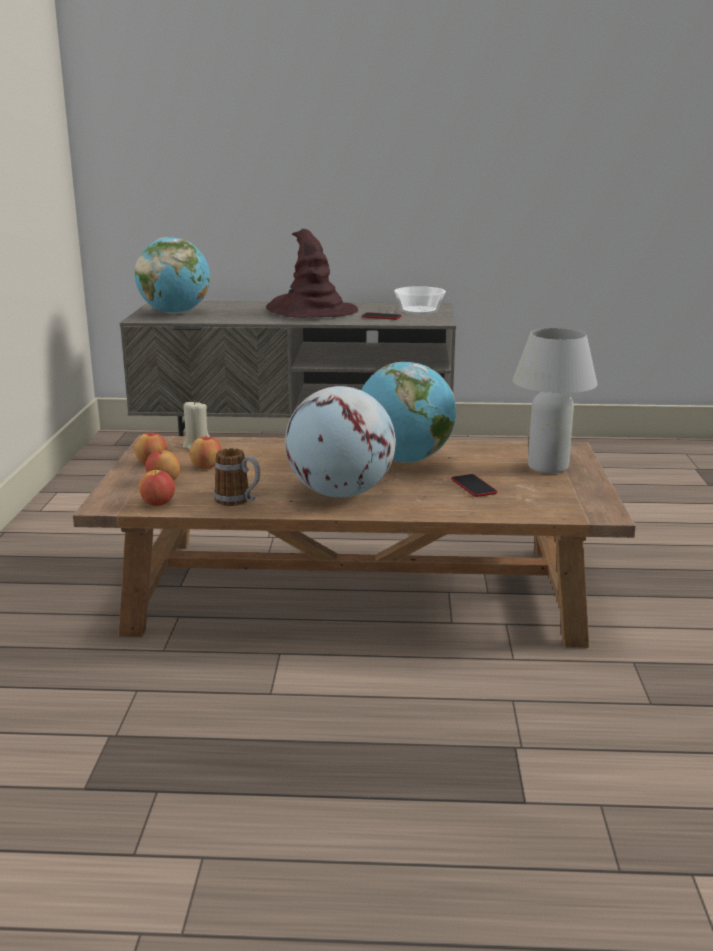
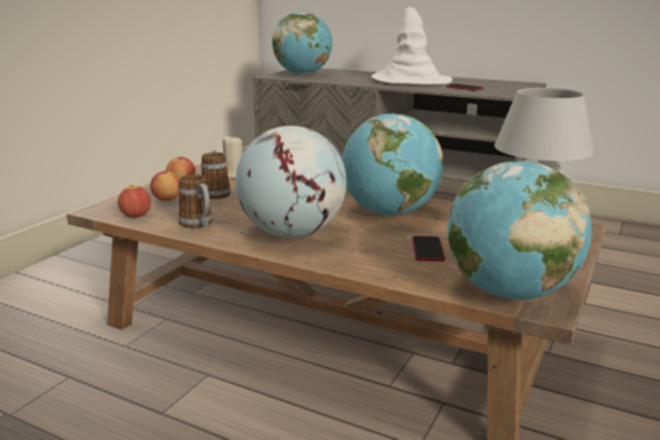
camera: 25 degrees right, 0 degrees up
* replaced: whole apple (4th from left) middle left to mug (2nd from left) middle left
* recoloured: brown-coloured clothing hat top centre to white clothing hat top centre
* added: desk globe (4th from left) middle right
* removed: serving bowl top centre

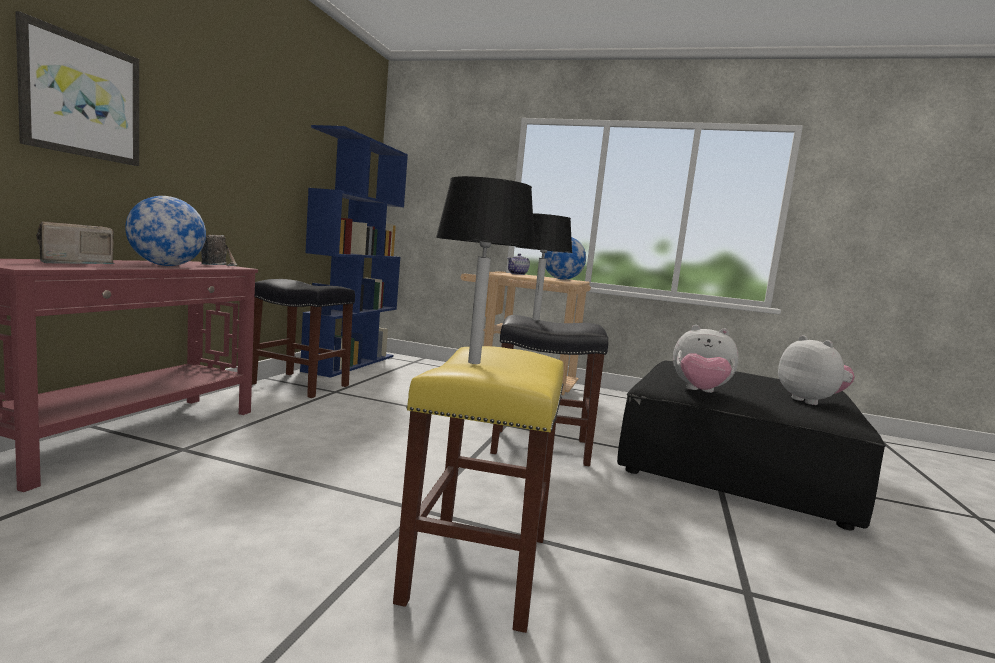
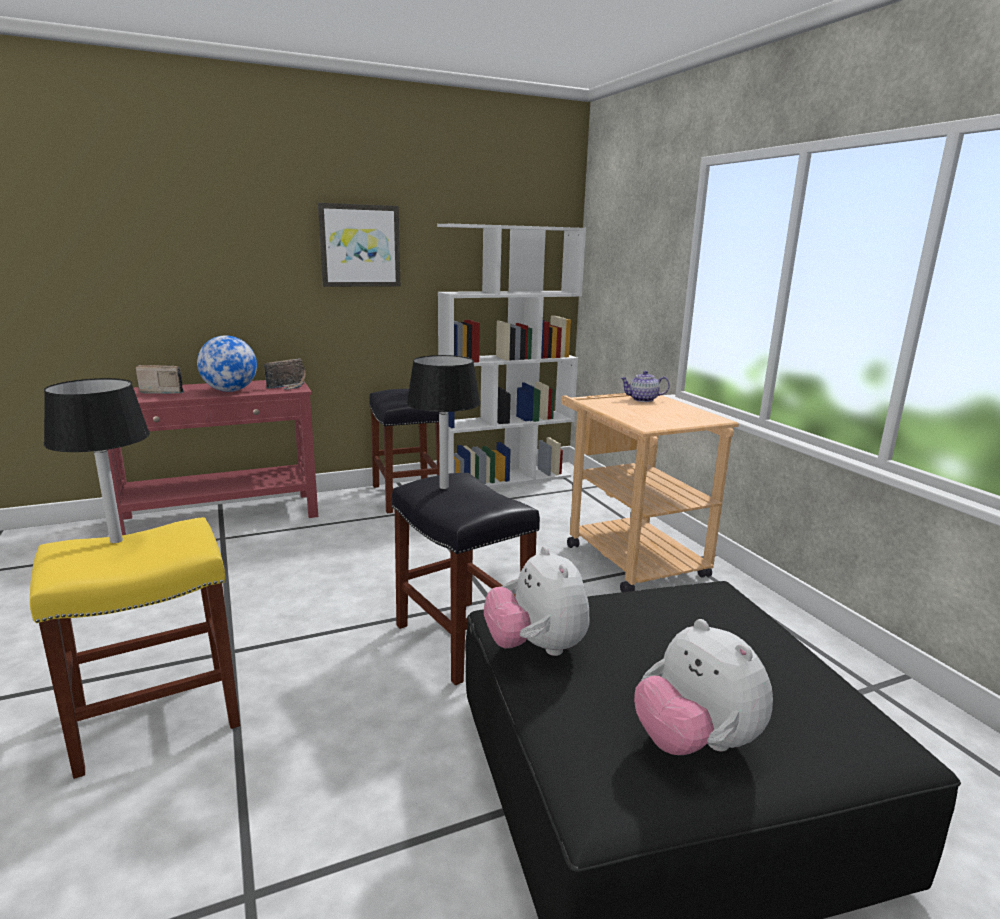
camera: 50 degrees right, 10 degrees up
* moved: wall picture top left to top centre
* recoloured: bluish shelving unit centre to white shelving unit centre
* turned: plush toy (2nd from left) middle right = bottom right 120 degrees clockwise
* removed: desk globe (2nd from left) centre

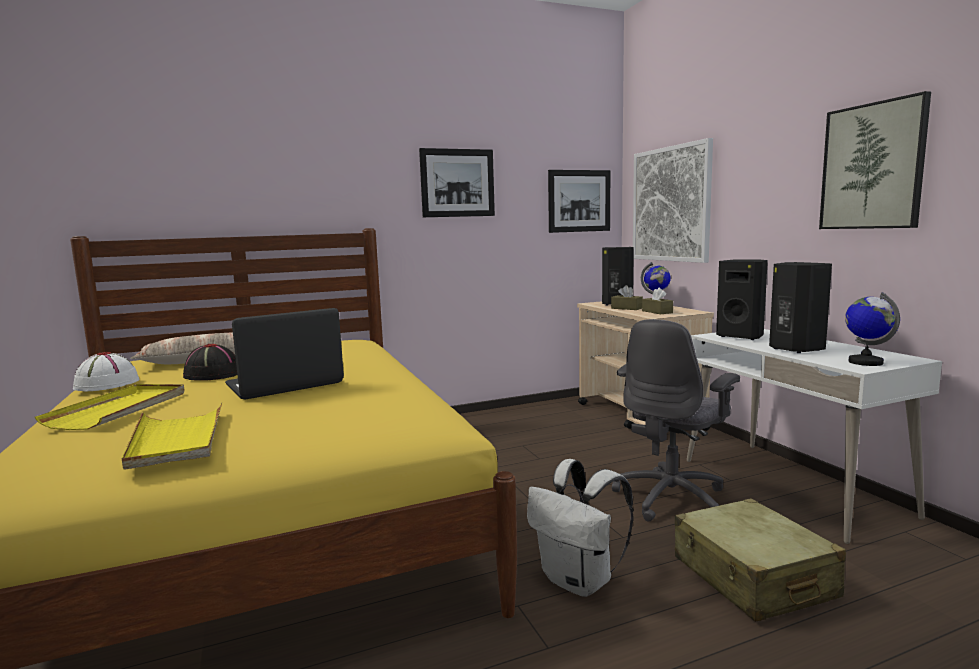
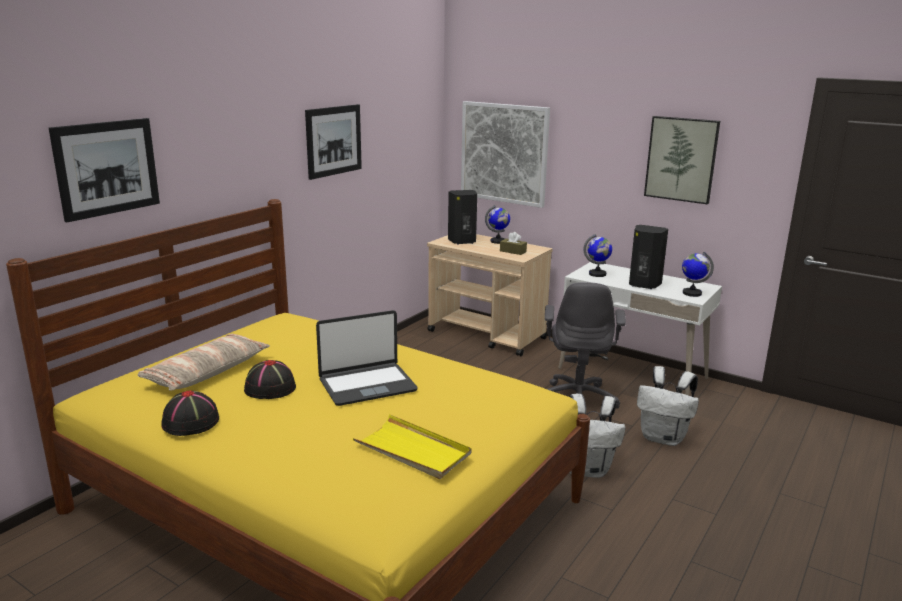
camera: 35 degrees left, 10 degrees up
* moved: wall picture (2nd from left in the first image) top centre to wall picture (1st from left) top left
* recoloured: white clothing hat middle left to black clothing hat (1st from left) bottom left
* turned: portable computer middle left = centre 135 degrees counterclockwise
* replaced: black speaker (2nd from left) middle right to desk globe (2nd from left) centre
* replaced: sand-coloured suitcase bottom right to white knapsack (2nd from left) bottom right
* removed: yellow serving tray (1st from left) middle left
* removed: brown-coloured tissue holder (1st from left) centre

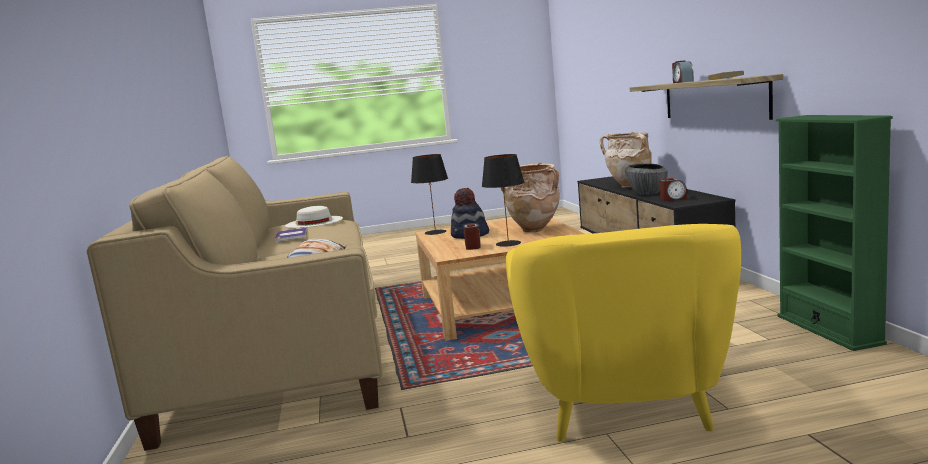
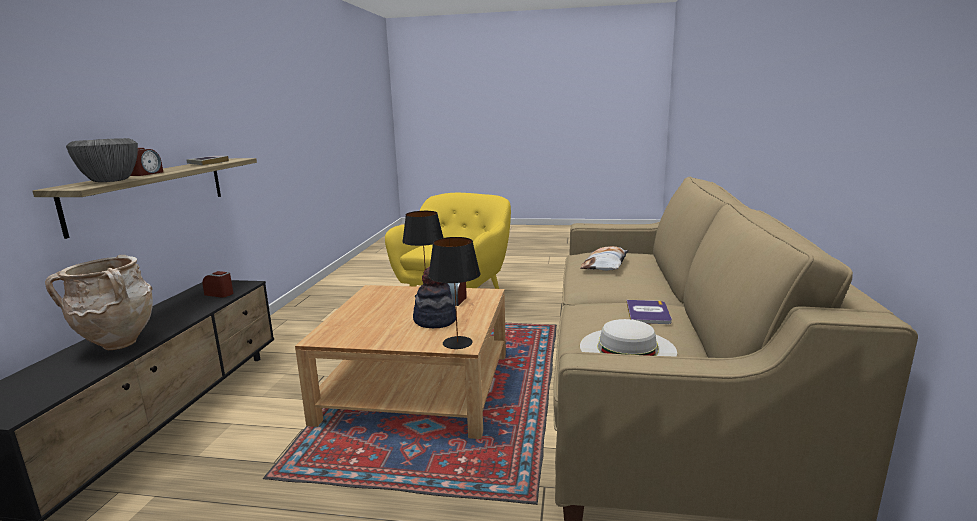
camera: 160 degrees left, 5 degrees up
* moved: serving bowl middle right to top left
* removed: sand-coloured vase (1st from left) centre
* removed: green-coloured shelving unit middle right

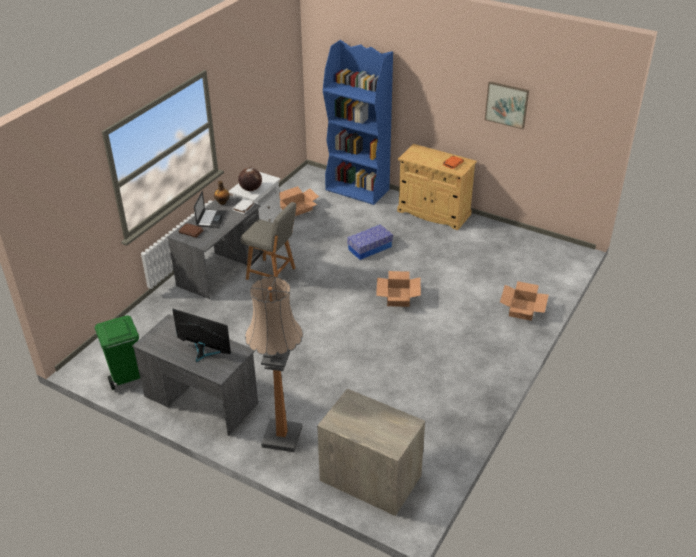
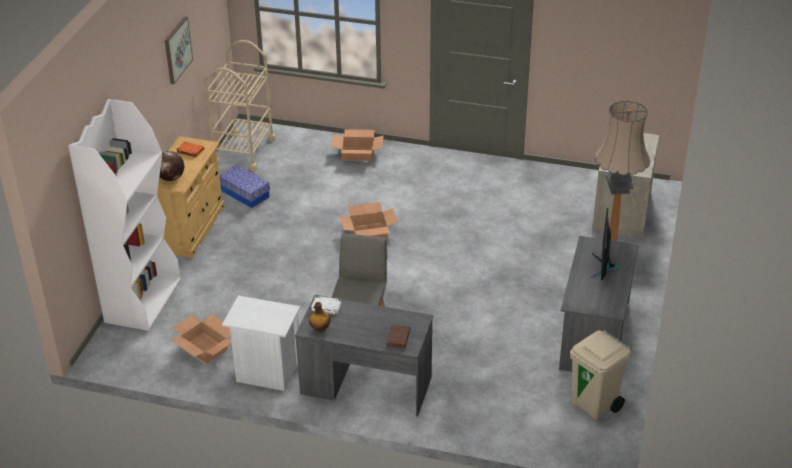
camera: 105 degrees left, 0 degrees up
* recoloured: bluish shelving unit top centre to white shelving unit middle left
* moved: desk globe top centre to middle left
* added: sand-coloured cart top left
* moved: storage container centre to middle left
* recoloured: green-coloured waste bin middle left to sand-coloured waste bin bottom right
* removed: portable computer middle left

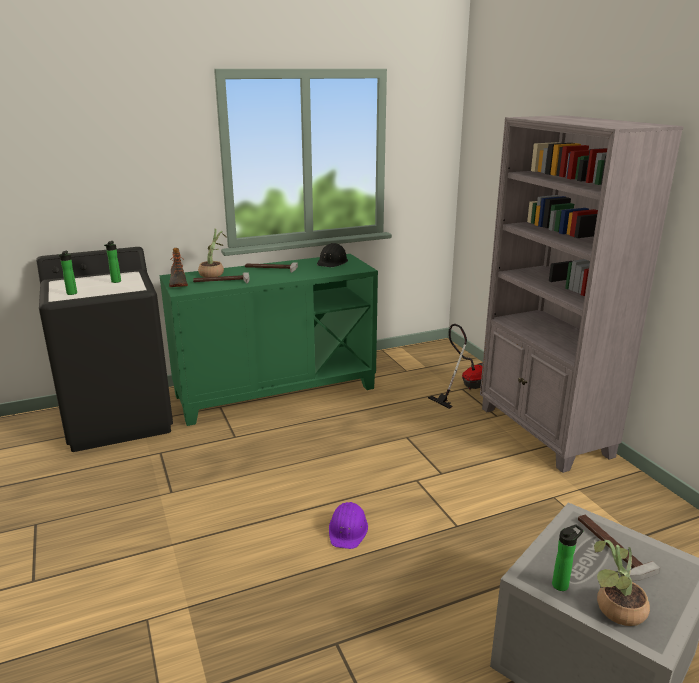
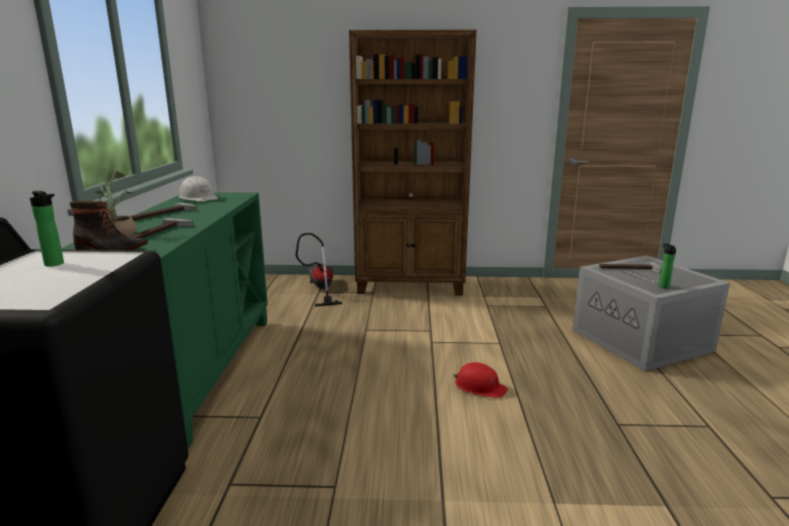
camera: 65 degrees left, 5 degrees down
* recoloured: black safety helmet centre to white safety helmet middle left
* recoloured: grey shelving unit middle right to brown-coloured shelving unit top centre
* recoloured: purplish safety helmet bottom centre to reddish safety helmet bottom centre
* removed: beverage bottle (1st from left) middle left
* removed: potted plant (2nd from left) bottom right

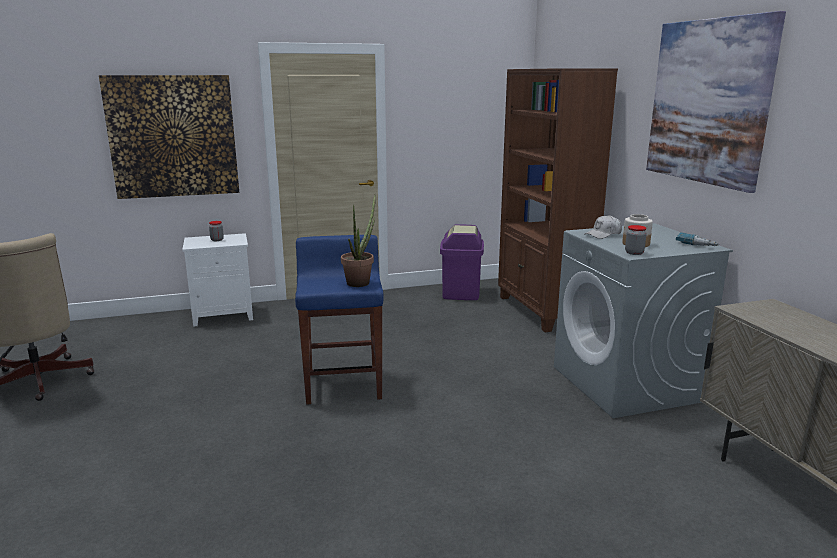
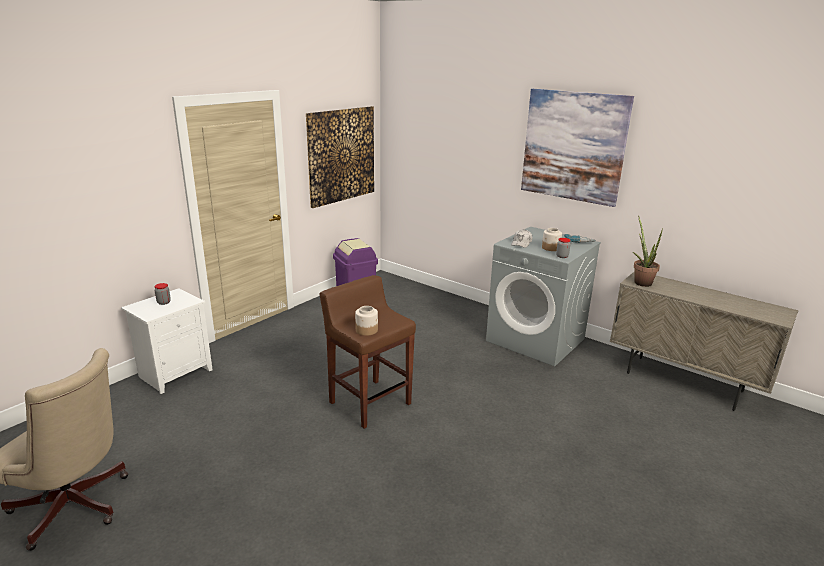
camera: 35 degrees left, 5 degrees up
* moved: wall picture (1st from left) top left to top centre
* recoloured: bluish sitting stool centre to brown-coloured sitting stool centre
* added: preserve jar (2nd from left) centre
* moved: potted plant centre to middle right
* removed: brown-coloured shelving unit middle right

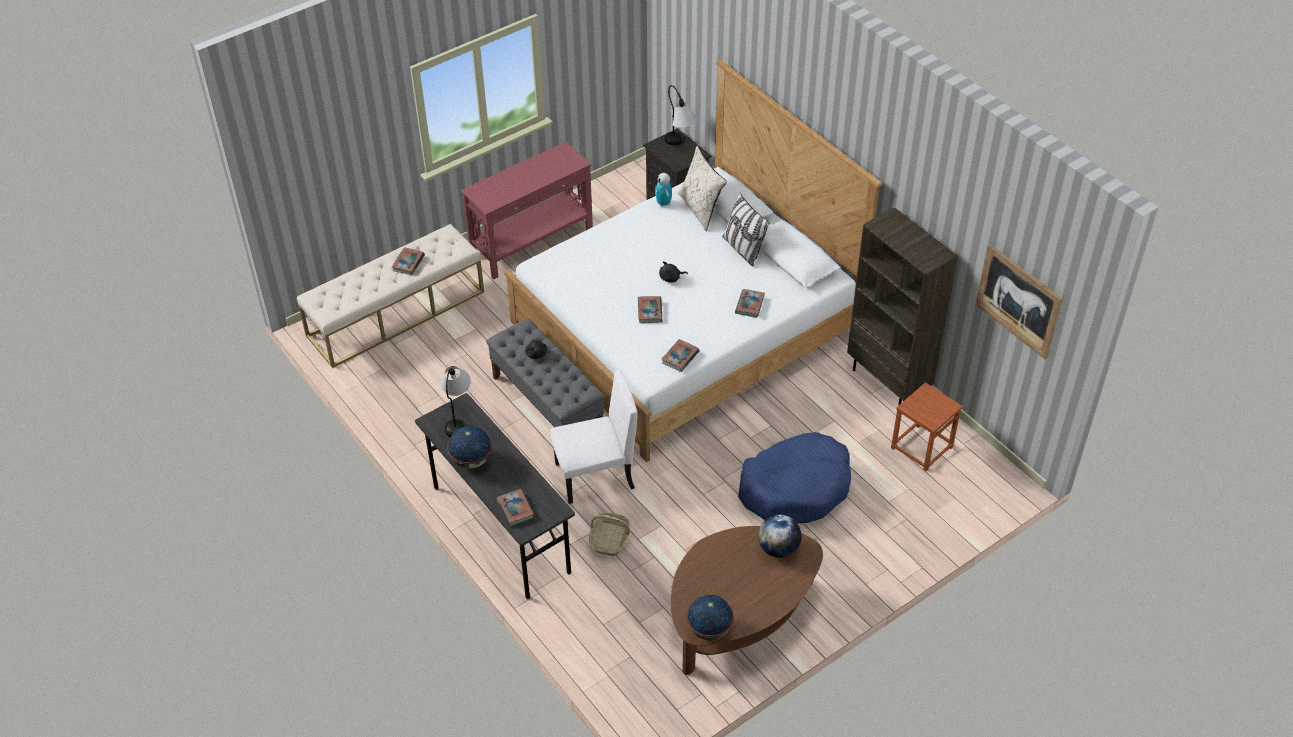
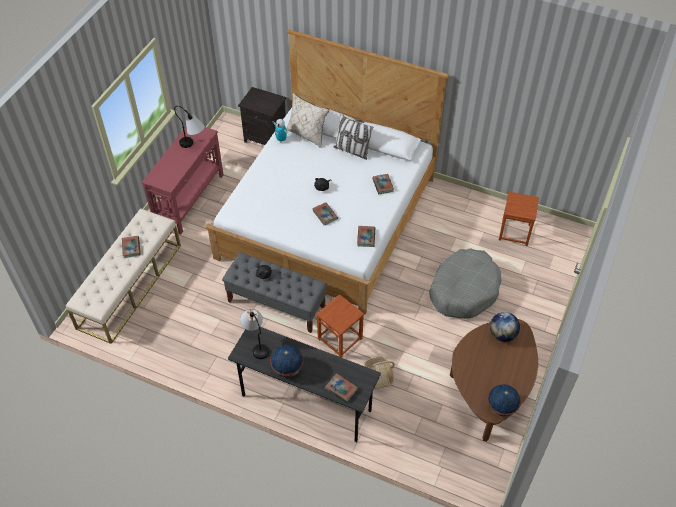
camera: 30 degrees left, 5 degrees up
* moved: tabletop lamp (2nd from left in the first image) top centre to tabletop lamp (1st from left) top left
* replaced: white plain chair centre to brown-coloured sitting stool (1st from left) centre
* recoloured: bluish dog cushion centre to grey dog cushion middle right
* removed: brown-coloured shelving unit middle right
* removed: wall picture middle right

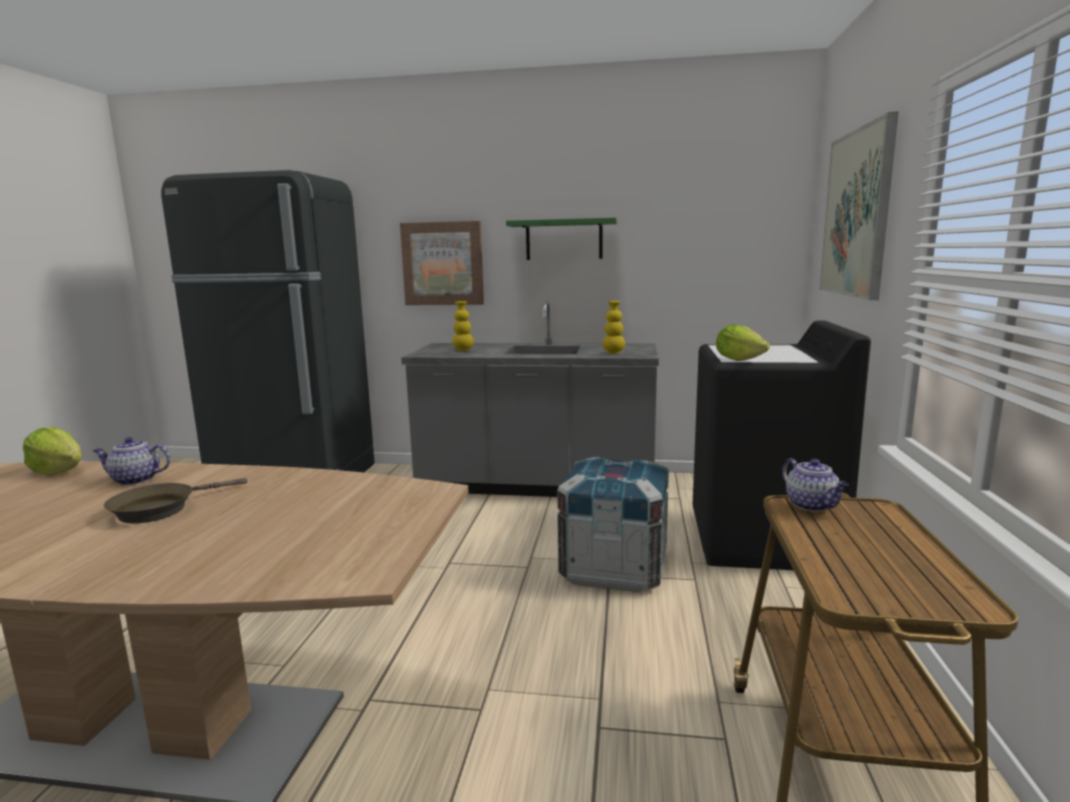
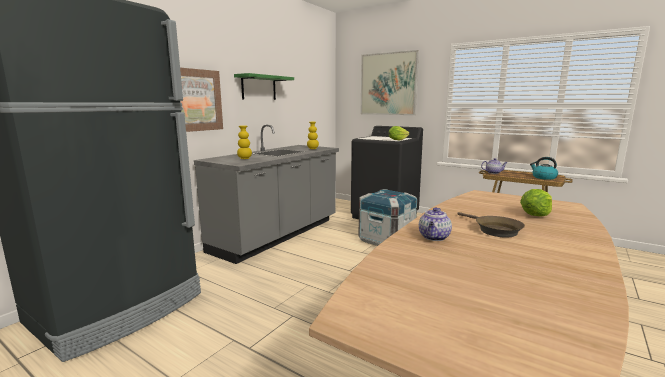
camera: 65 degrees left, 0 degrees up
* moved: lettuce (1st from left in the first image) middle left to lettuce (2nd from left) middle right
* added: kettle middle right

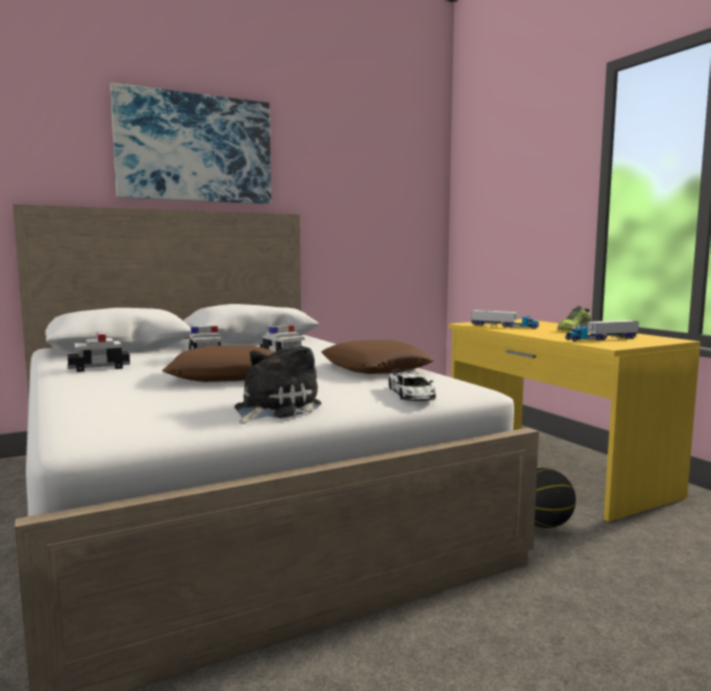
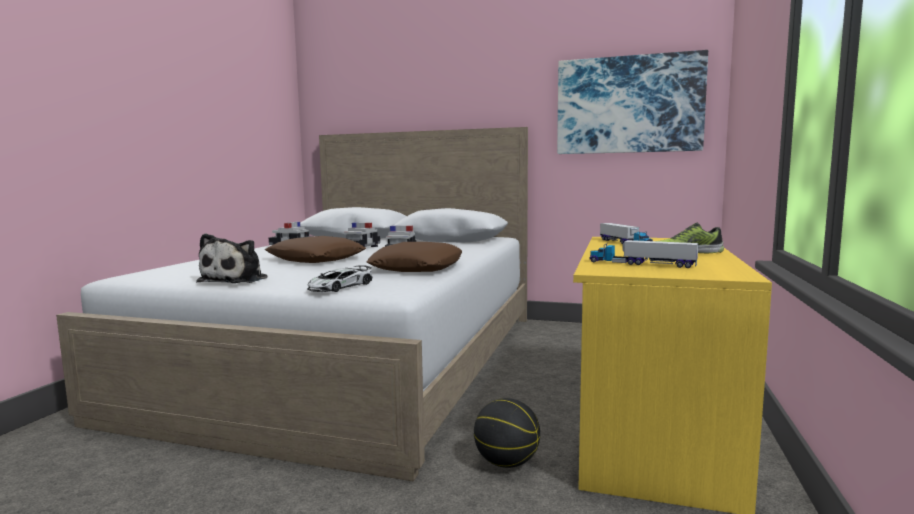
camera: 45 degrees right, 0 degrees up
* turned: plush toy centre = middle left 120 degrees clockwise
* moved: wall picture top left to top right

